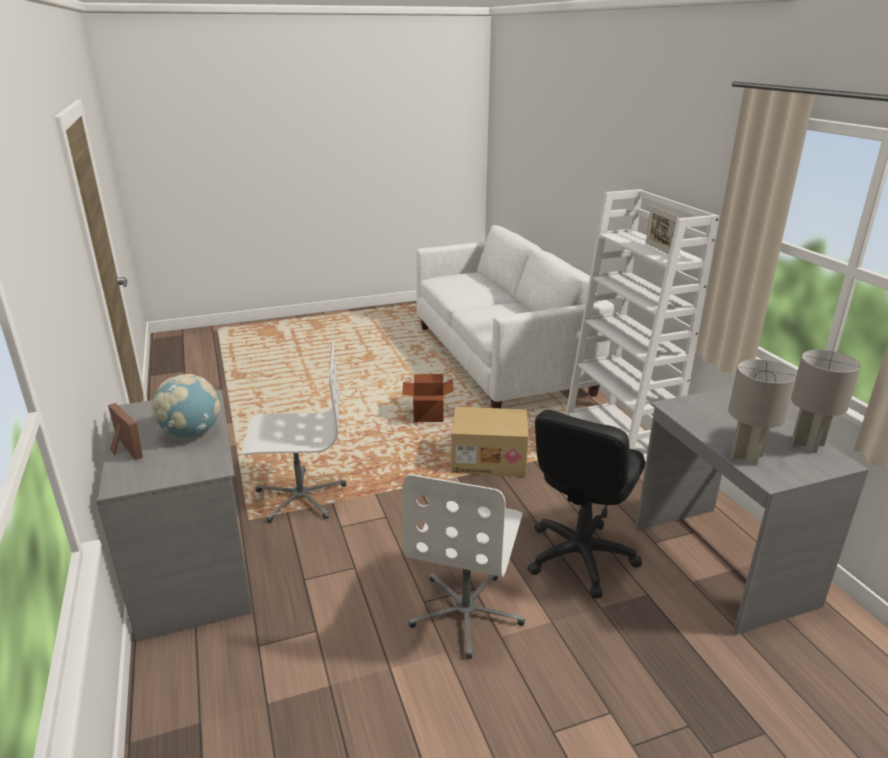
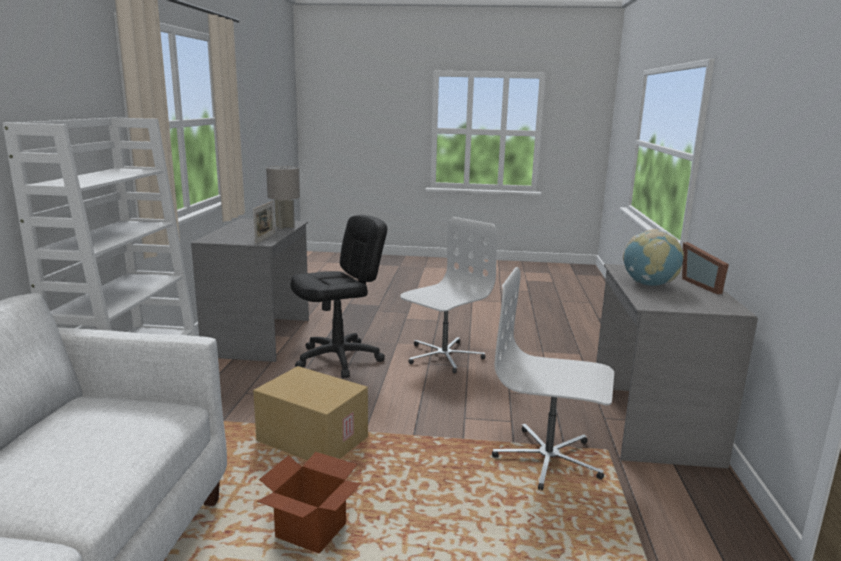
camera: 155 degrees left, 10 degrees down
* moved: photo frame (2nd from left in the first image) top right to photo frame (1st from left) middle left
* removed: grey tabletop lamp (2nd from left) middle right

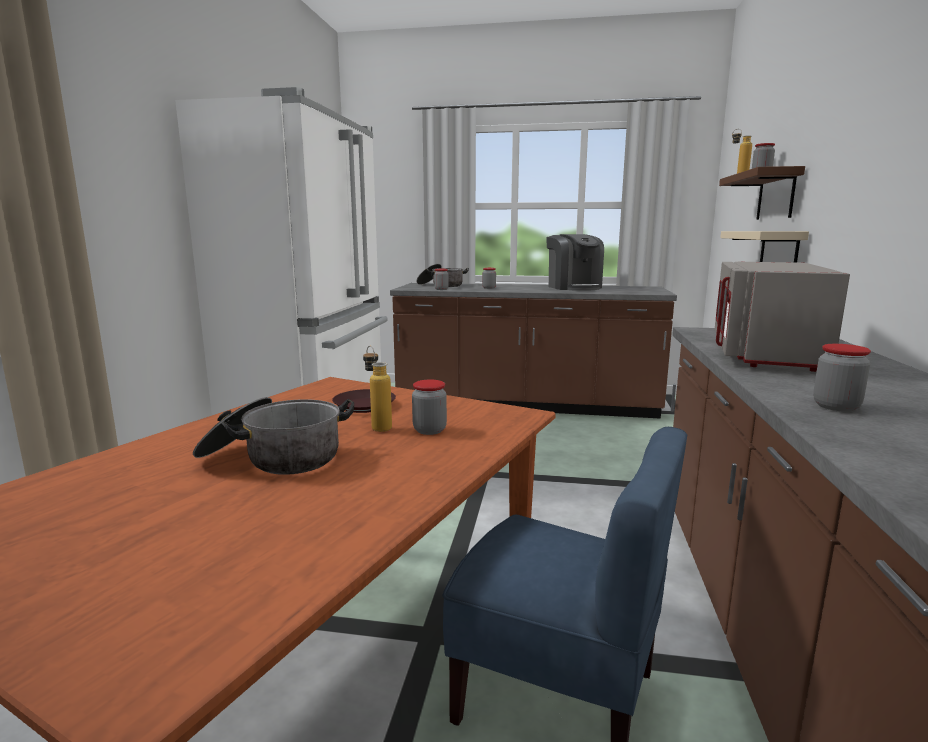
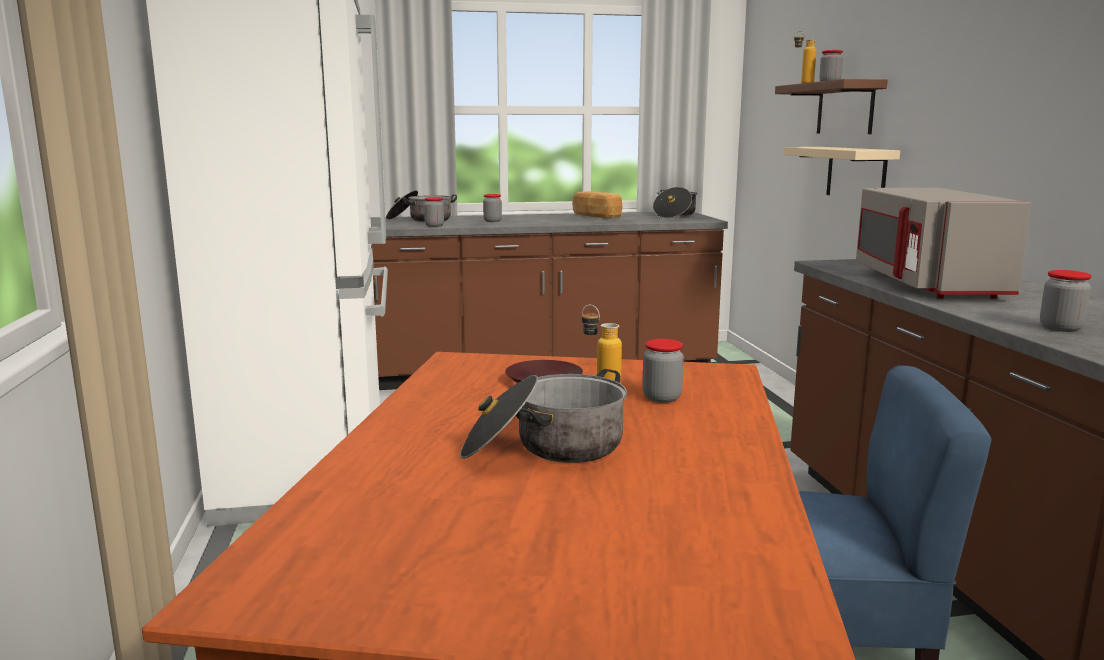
camera: 20 degrees left, 0 degrees up
* replaced: coffee brewer centre to baked bread top centre
* added: saucepot (3rd from left) top centre

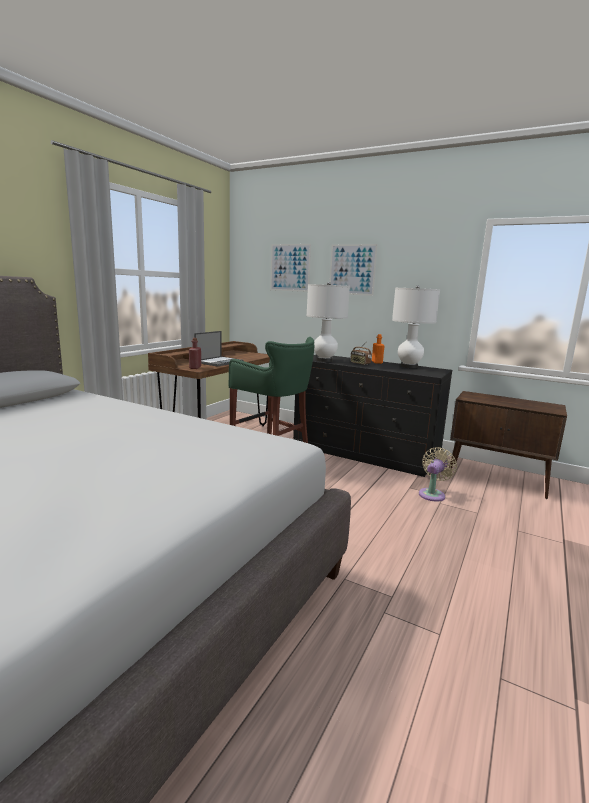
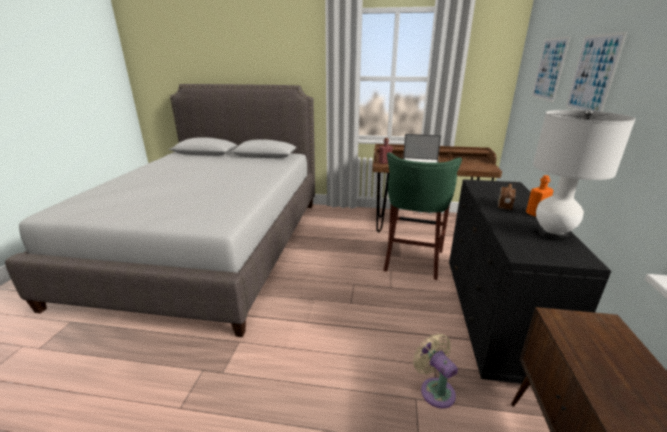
camera: 70 degrees right, 10 degrees up
* turned: sand-coloured cooling fan middle right = bottom centre 135 degrees counterclockwise
* removed: white tabletop lamp (1st from left) centre

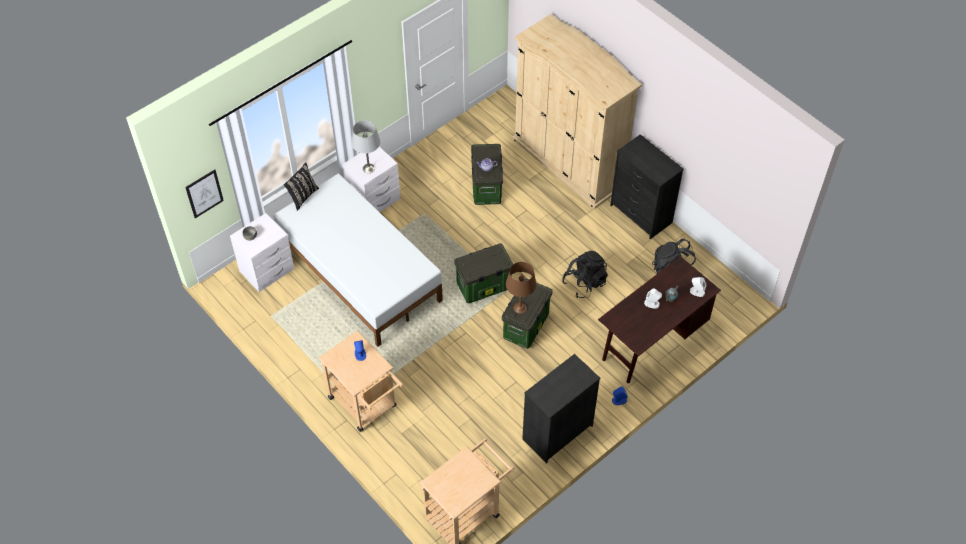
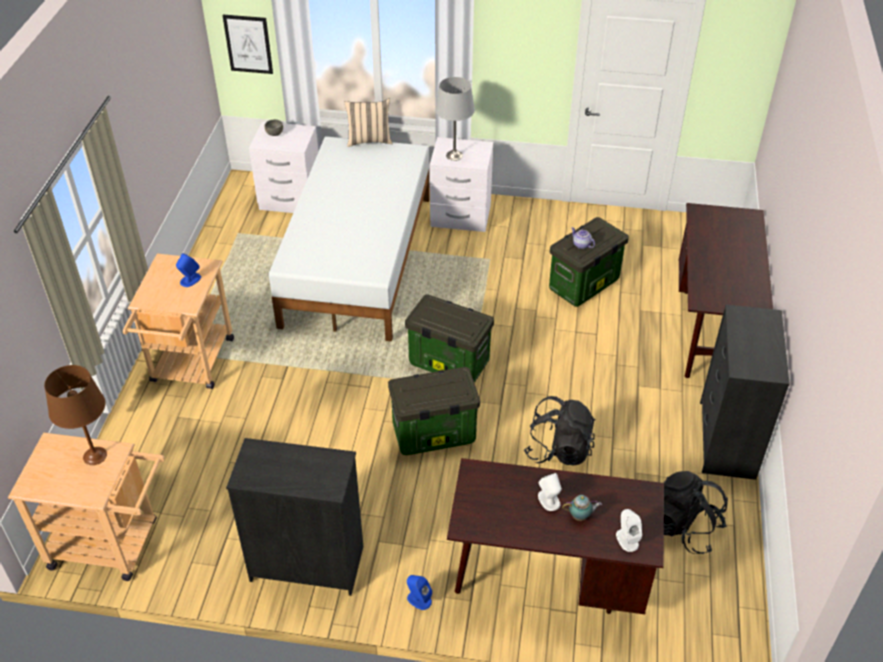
camera: 50 degrees right, 10 degrees down
* moved: brown-coloured tabletop lamp centre to middle left
* recoloured: black pillow middle left to sand-coloured pillow top centre
* replaced: sand-coloured clothes cupboard top centre to brown-coloured desk (2nd from left) middle right

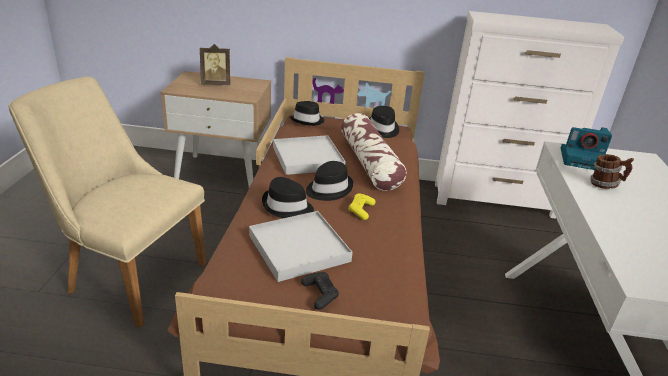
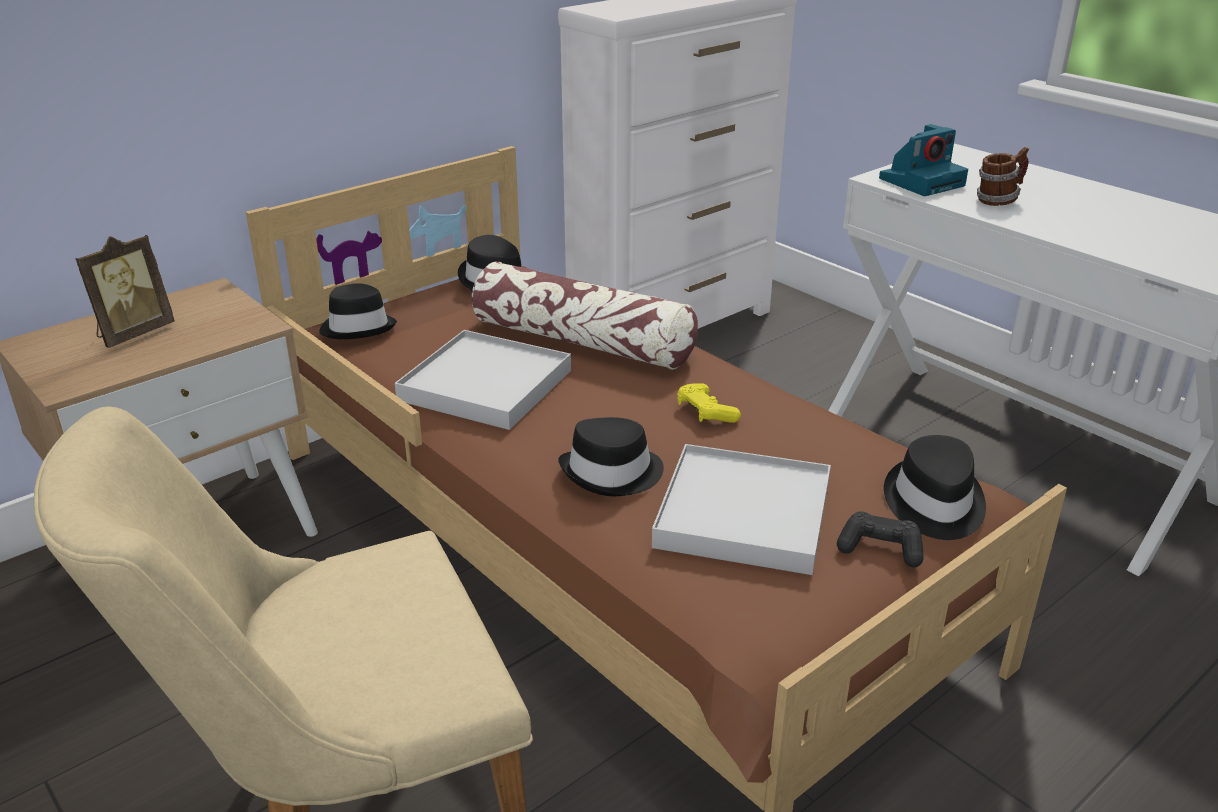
camera: 45 degrees left, 0 degrees up
* moved: black clothing hat (3rd from left in the first image) centre to black clothing hat (4th from left) middle right

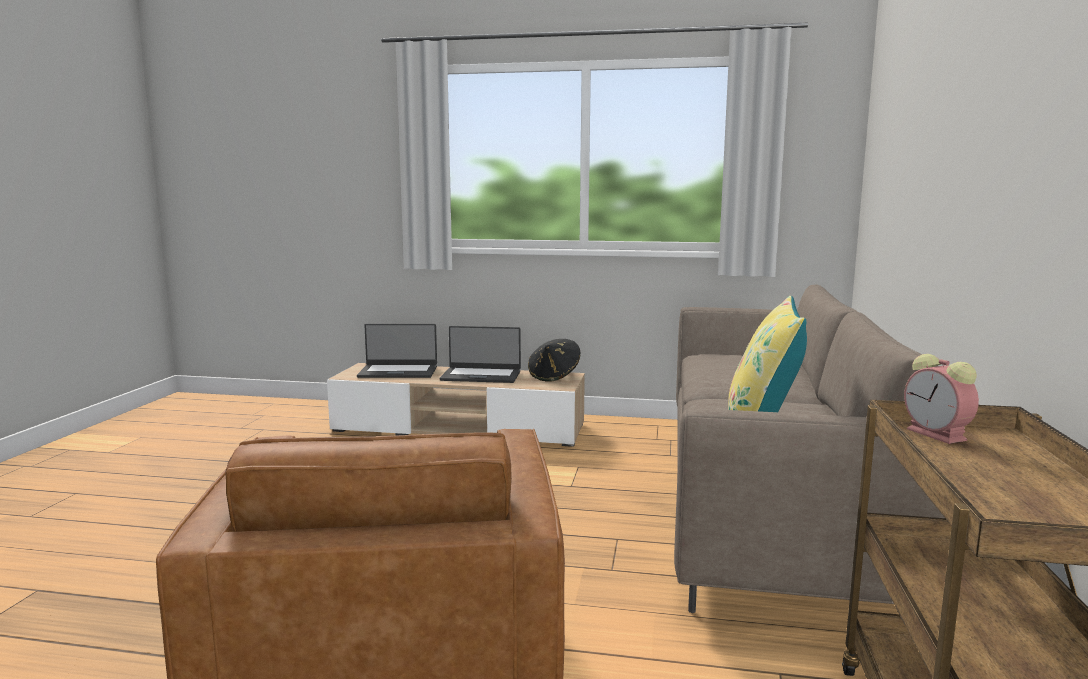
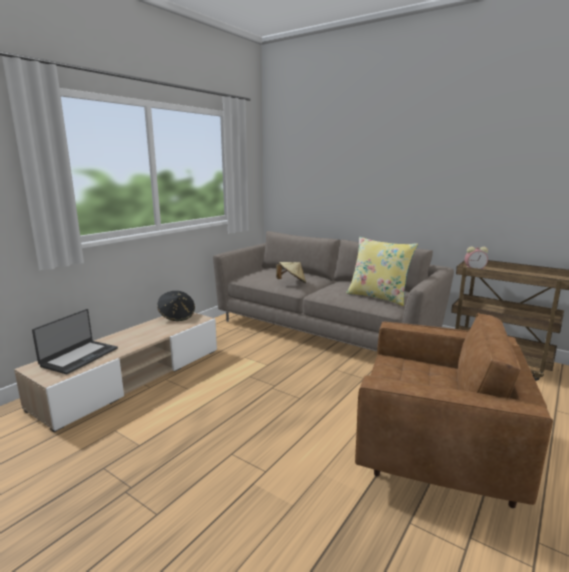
camera: 65 degrees left, 5 degrees up
* added: sand-coloured clothing hat centre
* removed: portable computer (2nd from left) centre

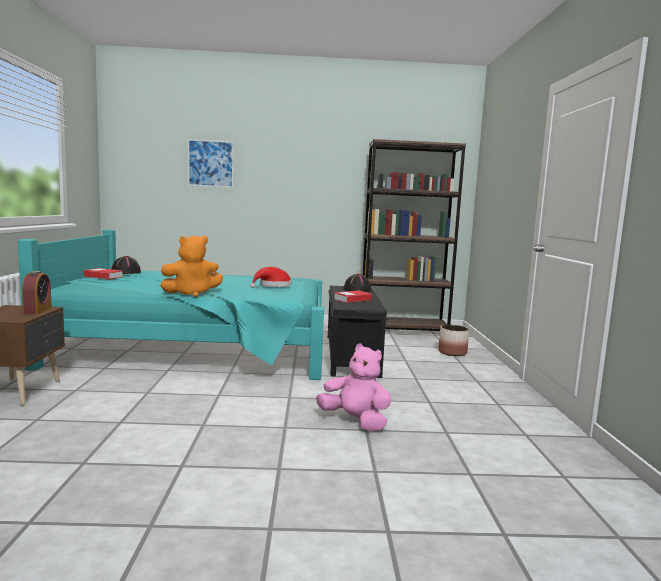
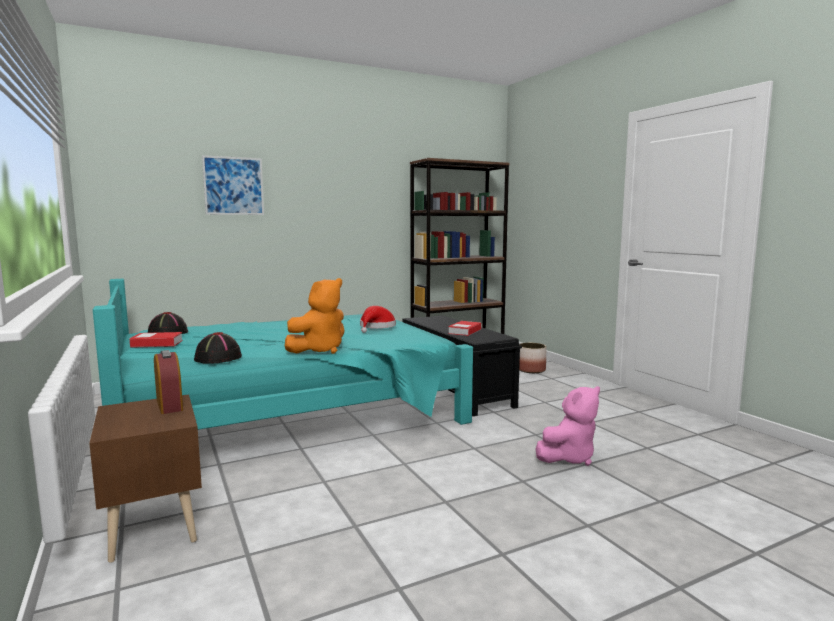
camera: 25 degrees left, 0 degrees up
* moved: black clothing hat (2nd from left) centre to middle left
* turned: pink-coloured plush toy centre = bottom right 135 degrees clockwise

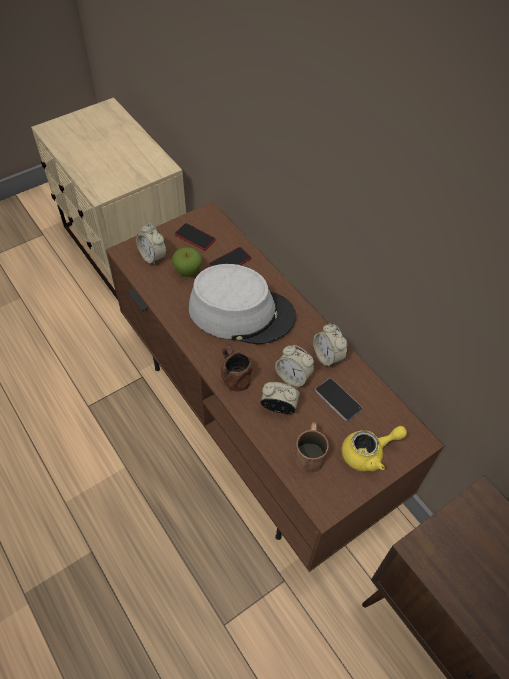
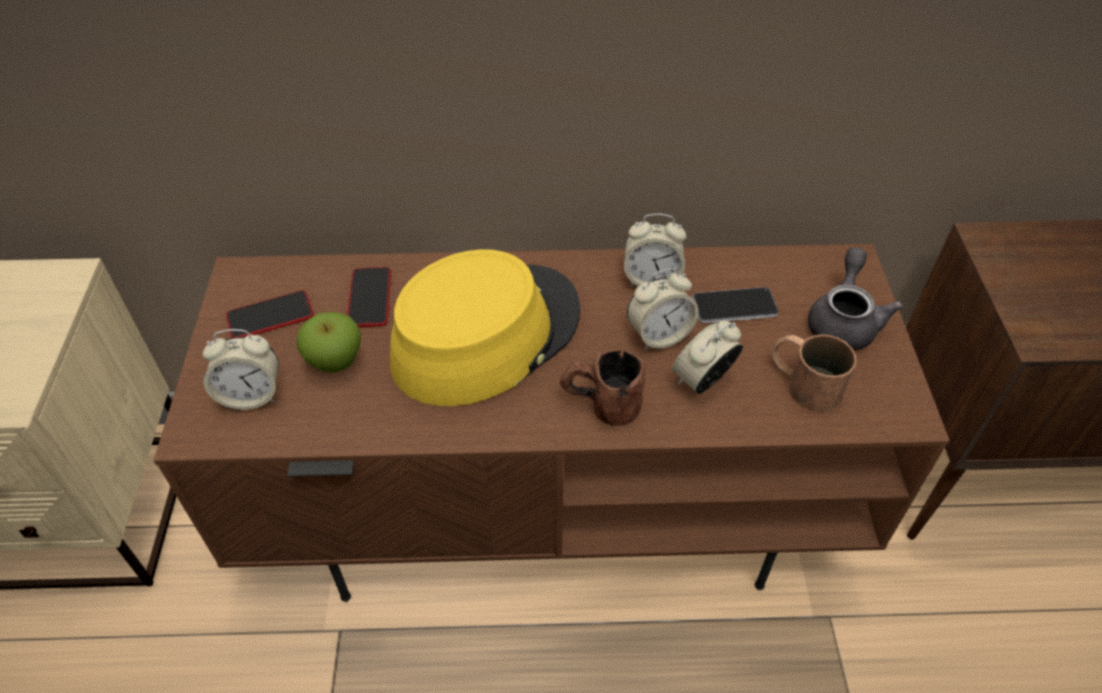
camera: 55 degrees left, 5 degrees down
* recoloured: grey clothing hat centre to yellow clothing hat centre
* recoloured: yellow pot for tea middle right to grey pot for tea middle right

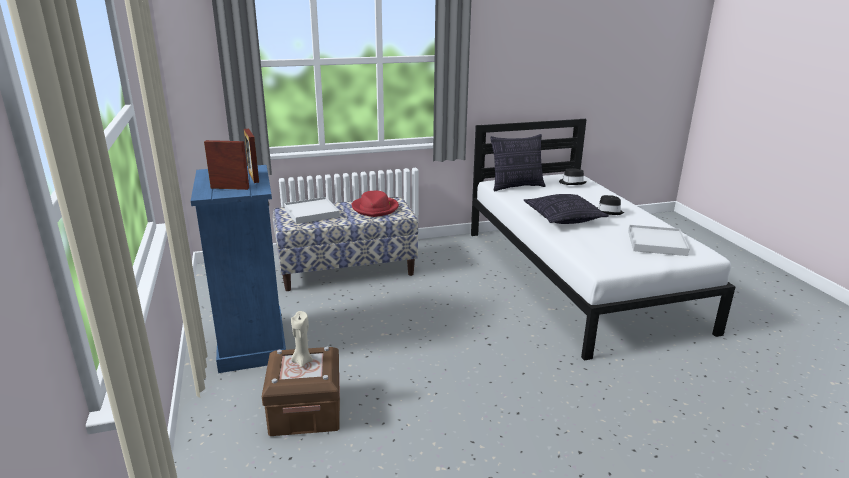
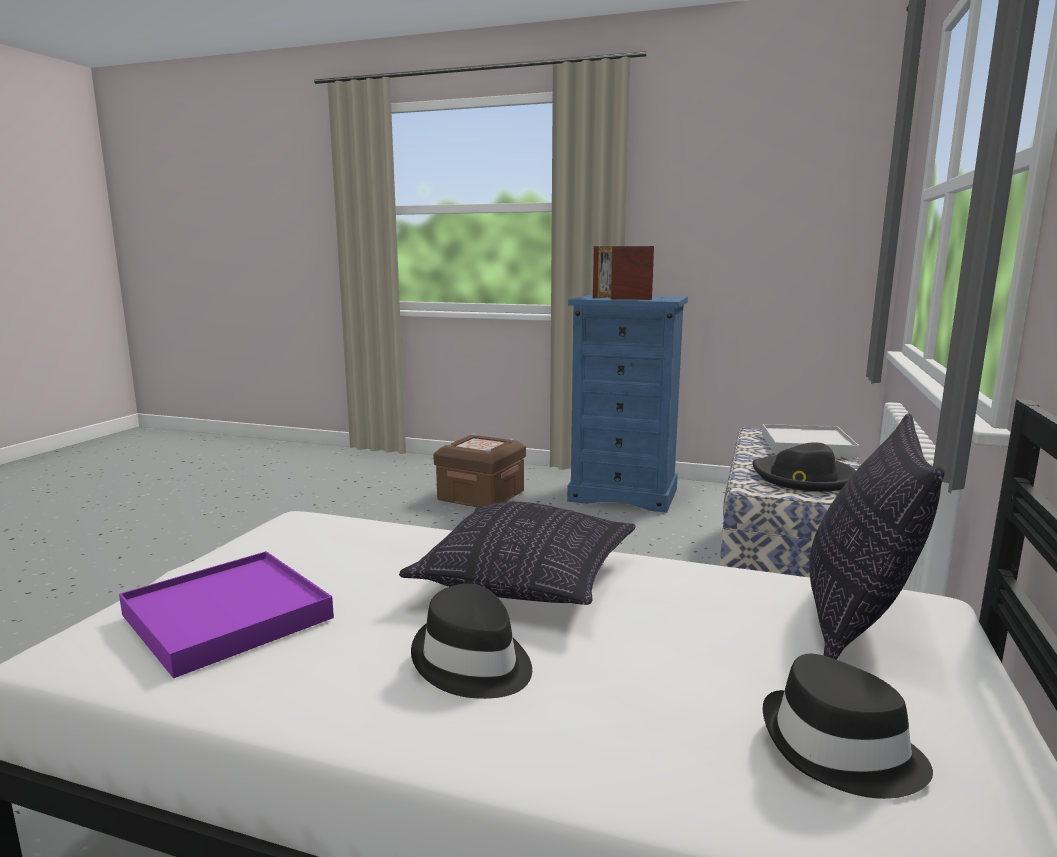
camera: 125 degrees right, 10 degrees down
* recoloured: white serving tray (2nd from left) middle right to purplish serving tray bottom left
* recoloured: reddish clothing hat centre to black clothing hat (2nd from left) middle right
* removed: sand-coloured candle bottom centre

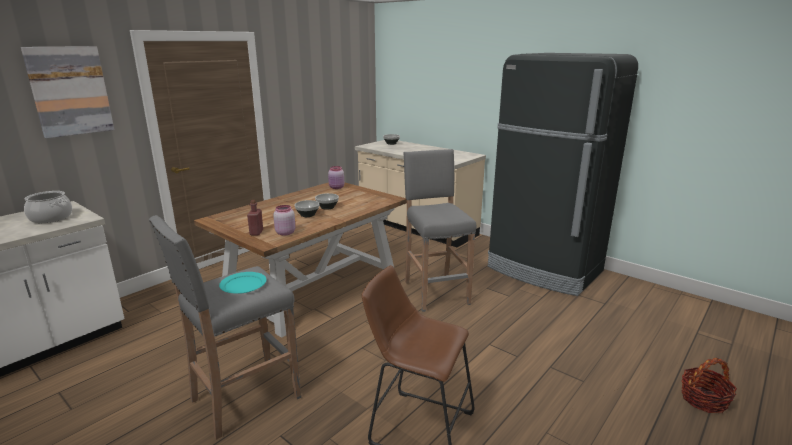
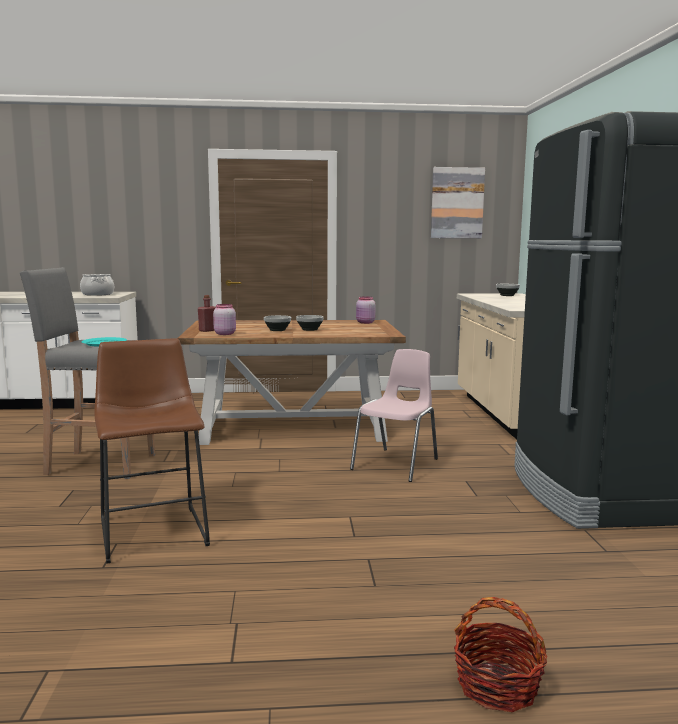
camera: 45 degrees right, 10 degrees down
* replaced: grey sitting stool (2nd from left) centre to pink-coloured plain chair centre
* moved: wall picture top left to top right

